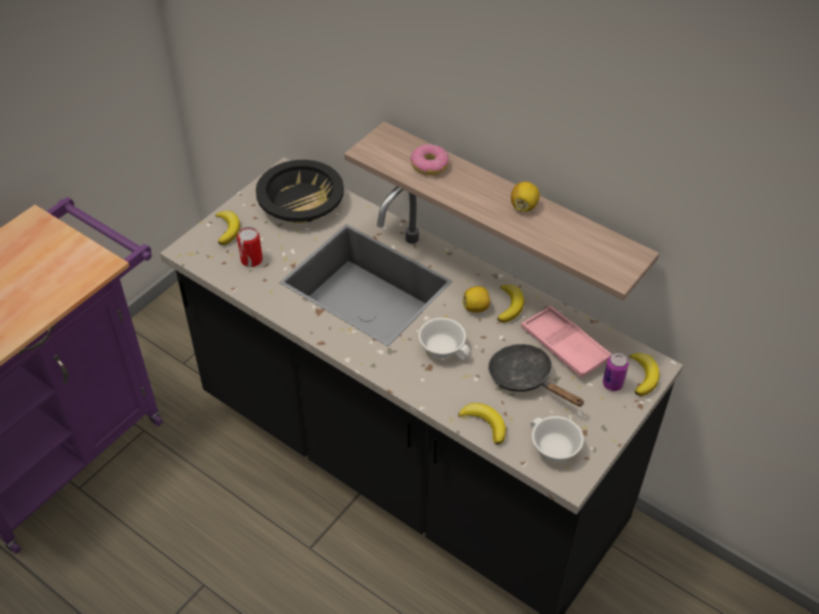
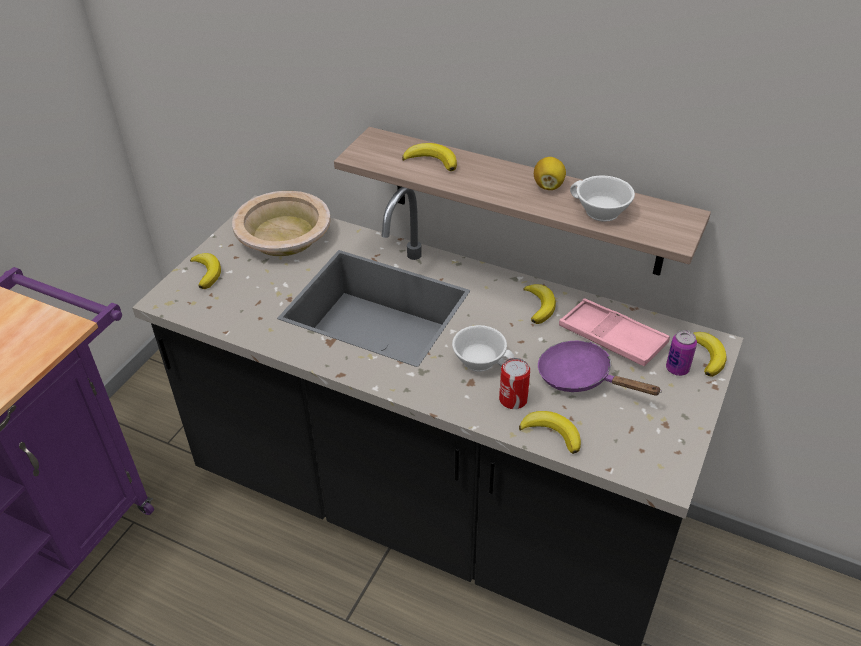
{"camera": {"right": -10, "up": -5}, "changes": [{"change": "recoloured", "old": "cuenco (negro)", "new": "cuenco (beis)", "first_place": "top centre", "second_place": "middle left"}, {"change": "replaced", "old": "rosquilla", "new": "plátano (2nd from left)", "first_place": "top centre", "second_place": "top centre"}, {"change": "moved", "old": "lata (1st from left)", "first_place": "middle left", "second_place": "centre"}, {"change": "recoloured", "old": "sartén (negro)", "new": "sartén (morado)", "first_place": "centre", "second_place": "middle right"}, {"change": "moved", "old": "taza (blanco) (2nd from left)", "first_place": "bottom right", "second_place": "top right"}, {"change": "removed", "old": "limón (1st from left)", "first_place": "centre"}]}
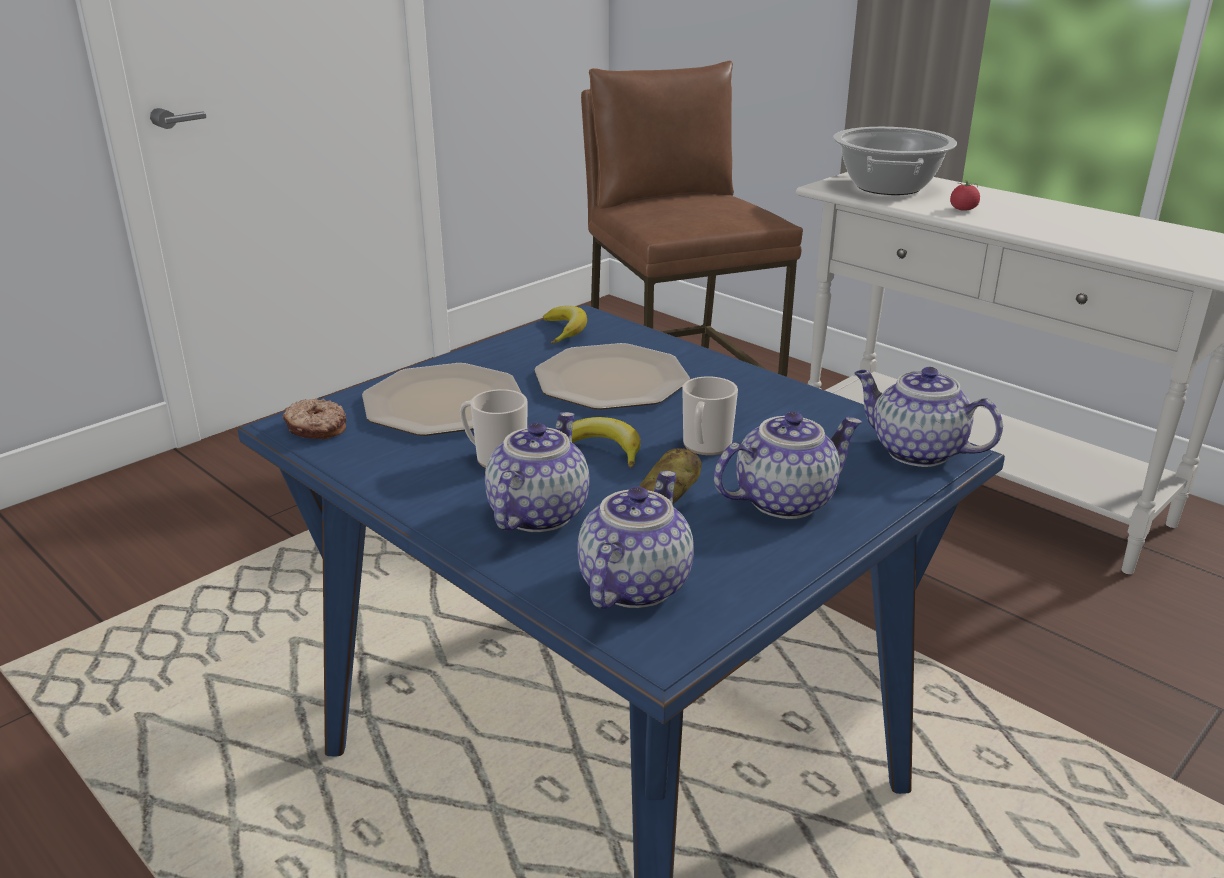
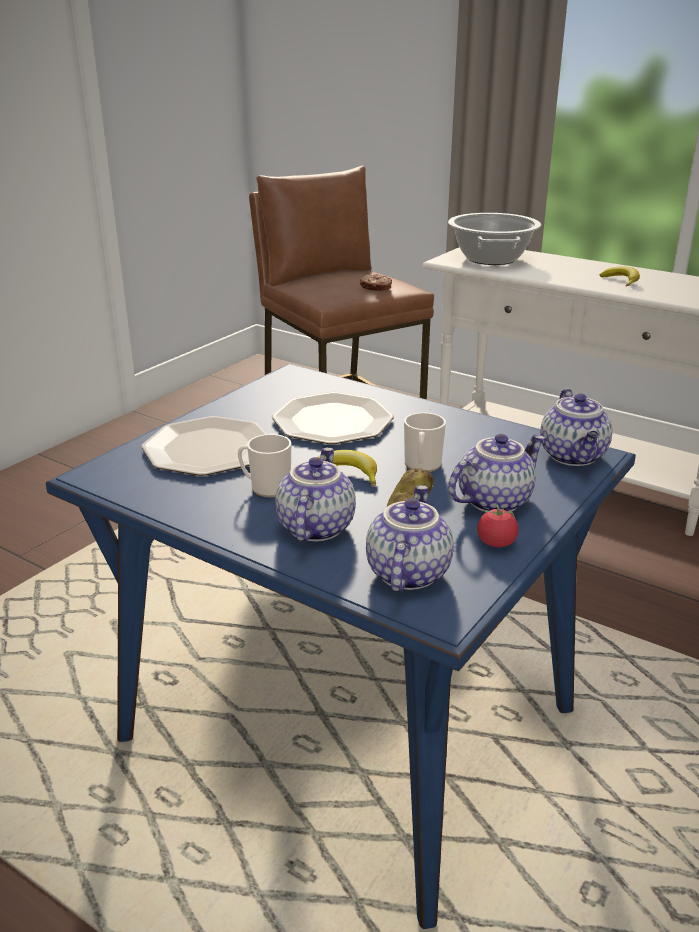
{"camera": {"right": -10, "up": 0}, "changes": [{"change": "moved", "old": "rosquilla", "first_place": "middle left", "second_place": "top centre"}, {"change": "moved", "old": "tomate", "first_place": "top right", "second_place": "middle right"}, {"change": "turned", "old": "tetera (4th from left)", "first_place": "middle right", "second_place": "middle right", "degrees": -120}, {"change": "moved", "old": "plátano (1st from left in the first image)", "new": "plátano (2nd from left)", "first_place": "centre", "second_place": "top right"}]}
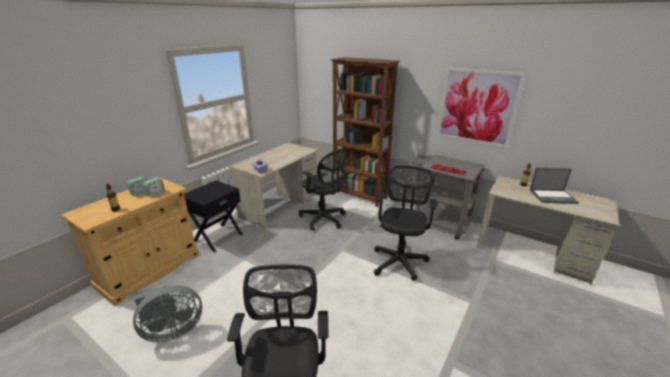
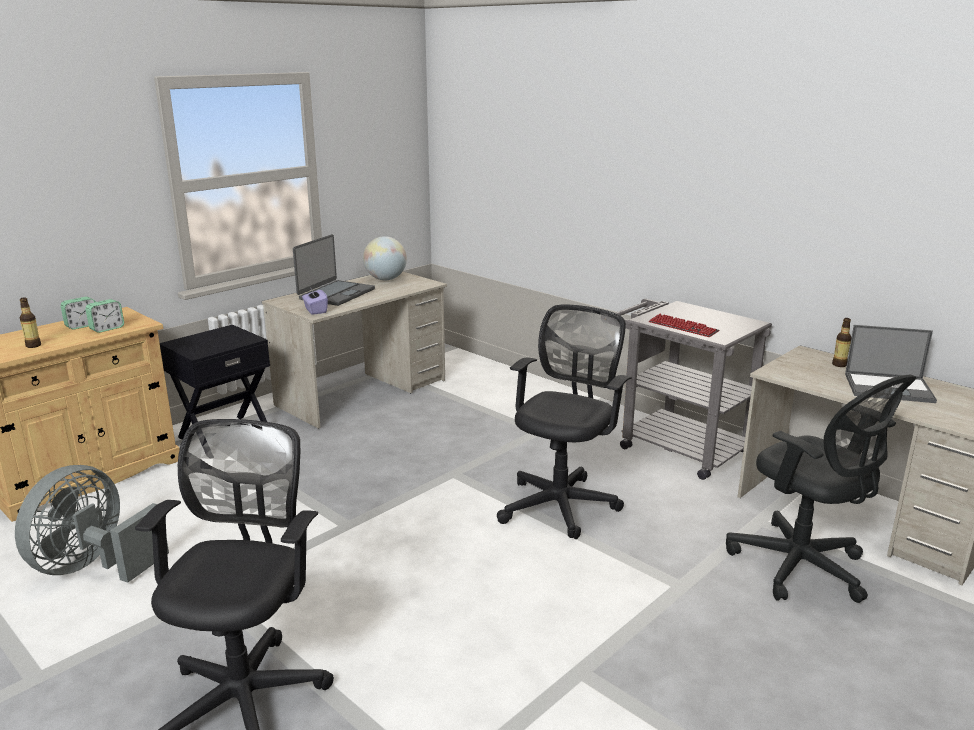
{"camera": {"right": 10, "up": -5}, "changes": [{"change": "turned", "old": "ventilador (gris)", "first_place": "bottom left", "second_place": "bottom left", "degrees": 135}, {"change": "added", "new": "portátil (1st from left)", "second_place": "centre"}, {"change": "added", "new": "globo terráqueo", "second_place": "centre"}, {"change": "moved", "old": "silla de oficina (negro) (2nd from left in the first image)", "new": "silla de oficina (negro) (3rd from left)", "first_place": "centre", "second_place": "bottom right"}, {"change": "removed", "old": "estantería (marrón)", "first_place": "centre"}, {"change": "removed", "old": "cuadro", "first_place": "top right"}]}
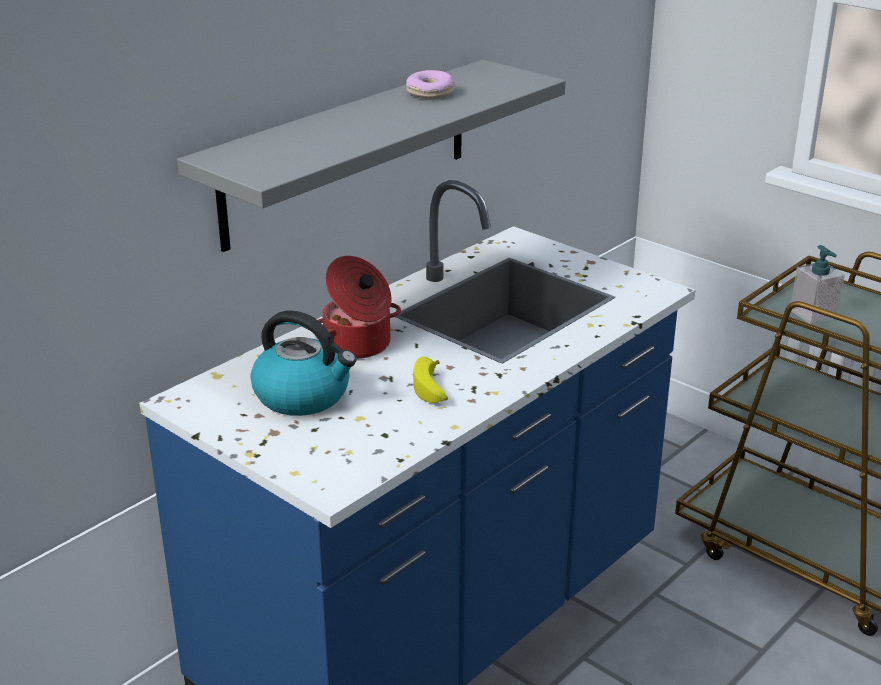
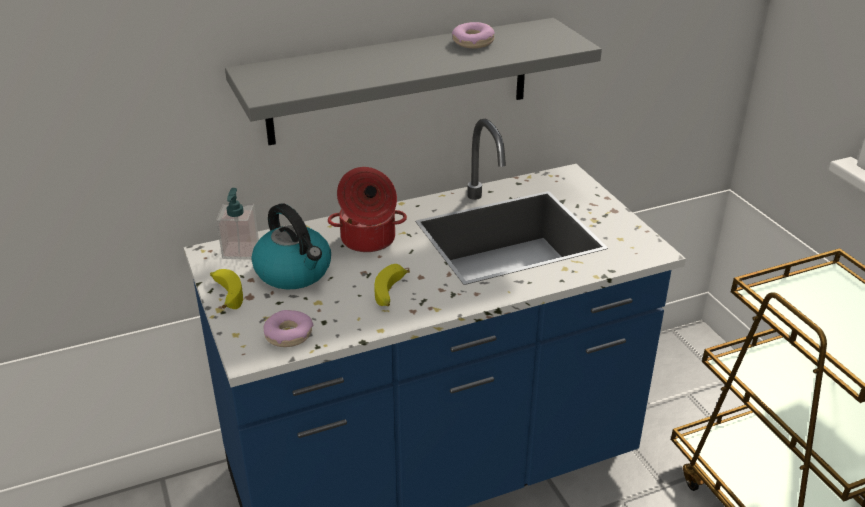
{"camera": {"right": 25, "up": 5}, "changes": [{"change": "added", "new": "plátano (1st from left)", "second_place": "middle left"}, {"change": "moved", "old": "dispensador de jabón", "first_place": "middle right", "second_place": "middle left"}, {"change": "added", "new": "rosquilla (1st from left)", "second_place": "middle left"}]}
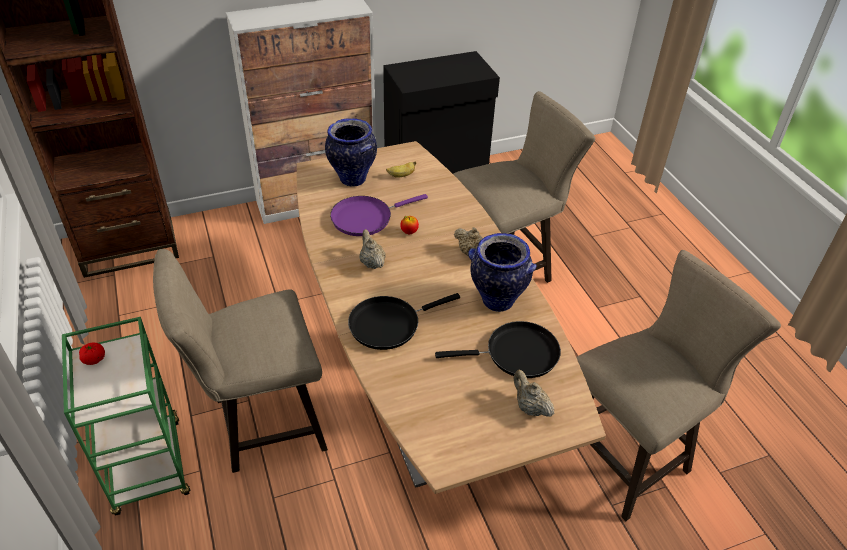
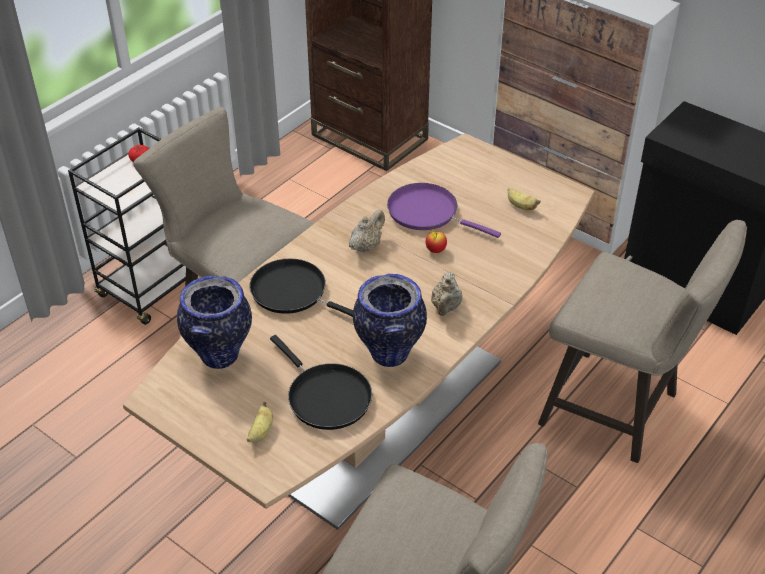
{"camera": {"right": 60, "up": 0}, "changes": [{"change": "recoloured", "old": "carrito (verde)", "new": "carrito (negro)", "first_place": "bottom left", "second_place": "middle left"}, {"change": "moved", "old": "florero (1st from left)", "first_place": "top centre", "second_place": "middle left"}, {"change": "replaced", "old": "tetera (beis) (3rd from left)", "new": "plátano (1st from left)", "first_place": "bottom centre", "second_place": "bottom centre"}]}
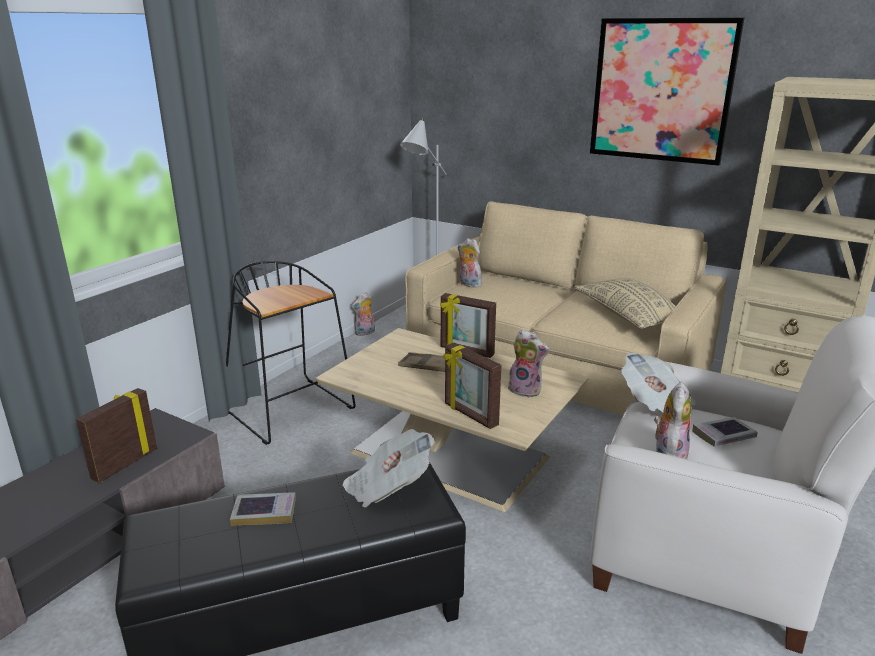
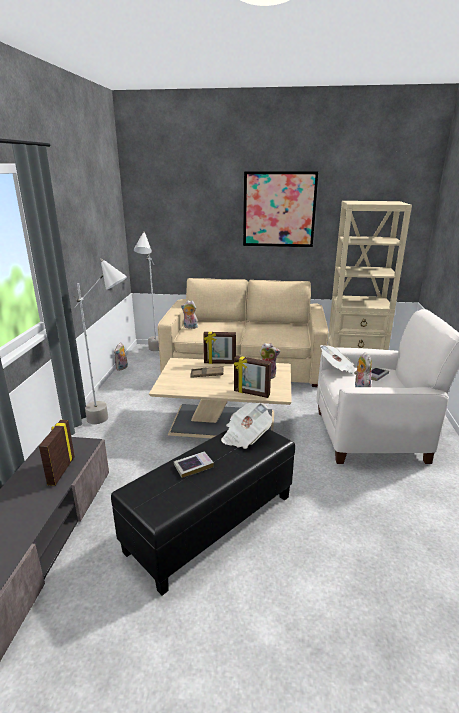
{"camera": {"right": -25, "up": 0}, "changes": [{"change": "replaced", "old": "taburete (negro)", "new": "lámpara de pie (gris) (1st from left)", "first_place": "middle left", "second_place": "middle left"}, {"change": "removed", "old": "cojín (beis)", "first_place": "middle right"}]}
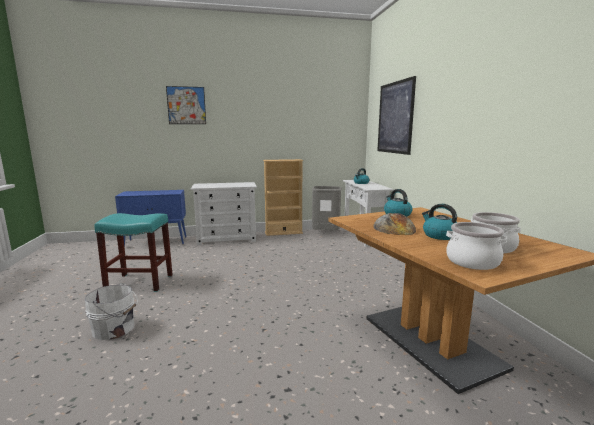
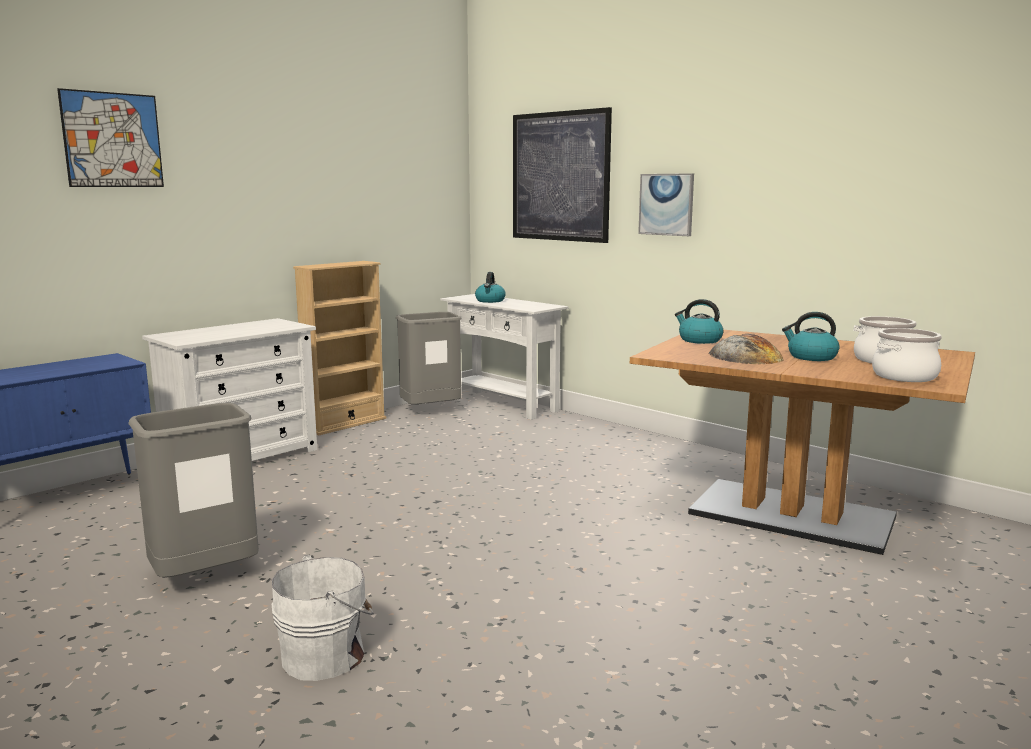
{"camera": {"right": -35, "up": 0}, "changes": [{"change": "replaced", "old": "taburete (turquesa)", "new": "papelera (gris) (1st from left)", "first_place": "middle left", "second_place": "middle left"}, {"change": "added", "new": "cuadro (3rd from left)", "second_place": "top centre"}]}
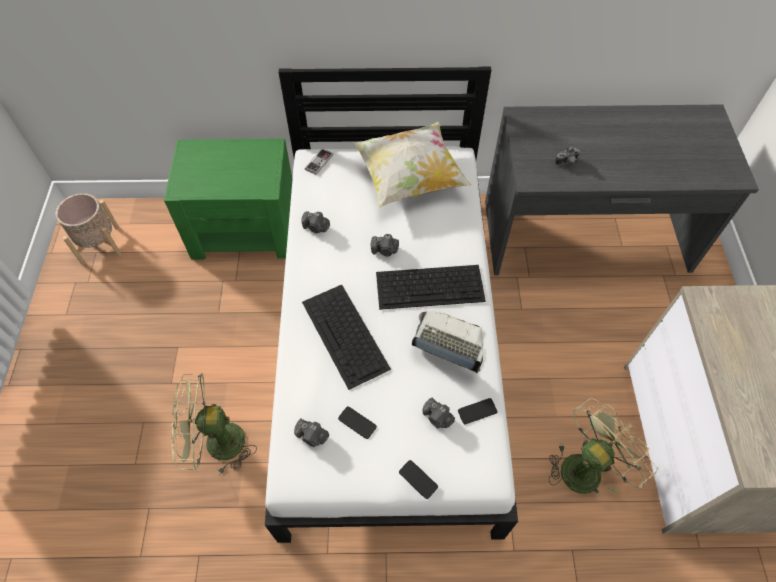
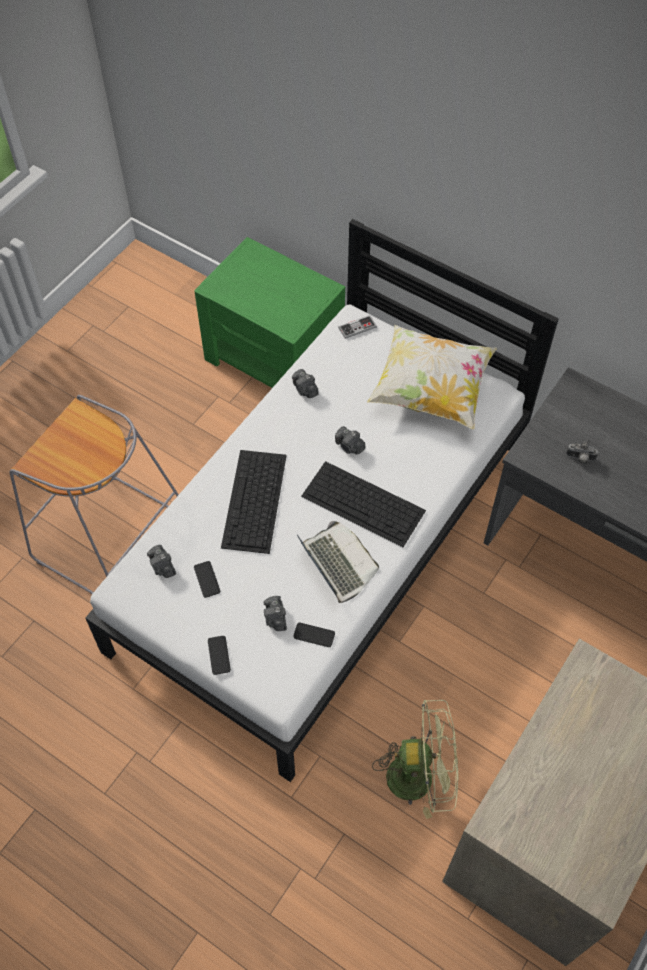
{"camera": {"right": 35, "up": 0}, "changes": [{"change": "replaced", "old": "ventilador (verde) (1st from left)", "new": "taburete (gris)", "first_place": "bottom left", "second_place": "middle left"}, {"change": "removed", "old": "maceta (beis)", "first_place": "middle left"}]}
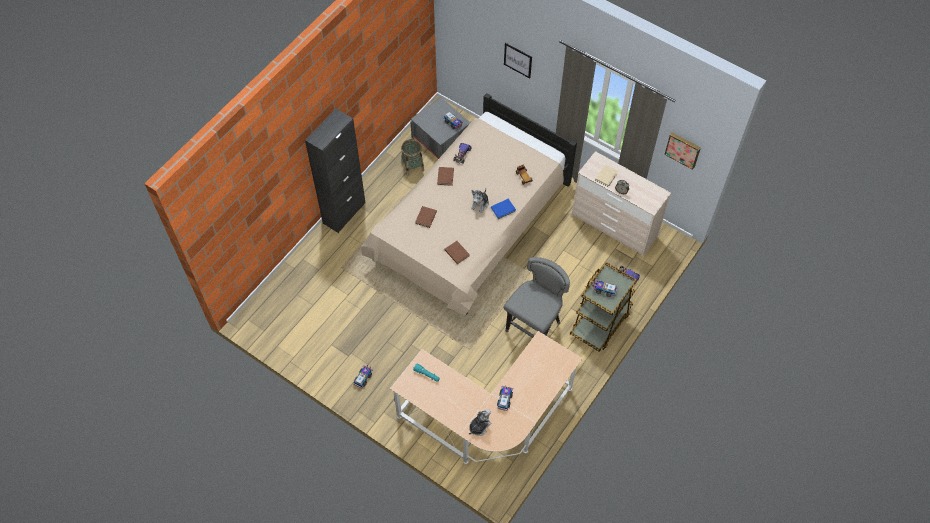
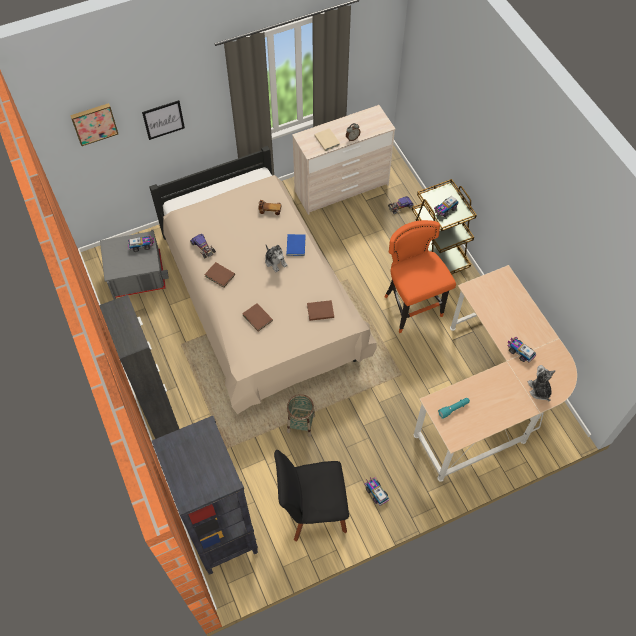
{"camera": {"right": -60, "up": 0}, "changes": [{"change": "moved", "old": "cuadro (2nd from left in the first image)", "new": "cuadro (1st from left)", "first_place": "top right", "second_place": "top left"}, {"change": "added", "new": "estantería (negro)", "second_place": "bottom left"}, {"change": "added", "new": "silla (negro)", "second_place": "bottom centre"}, {"change": "moved", "old": "cesta", "first_place": "top centre", "second_place": "centre"}, {"change": "recoloured", "old": "taburete (gris)", "new": "taburete (naranja)", "first_place": "centre", "second_place": "centre"}]}
